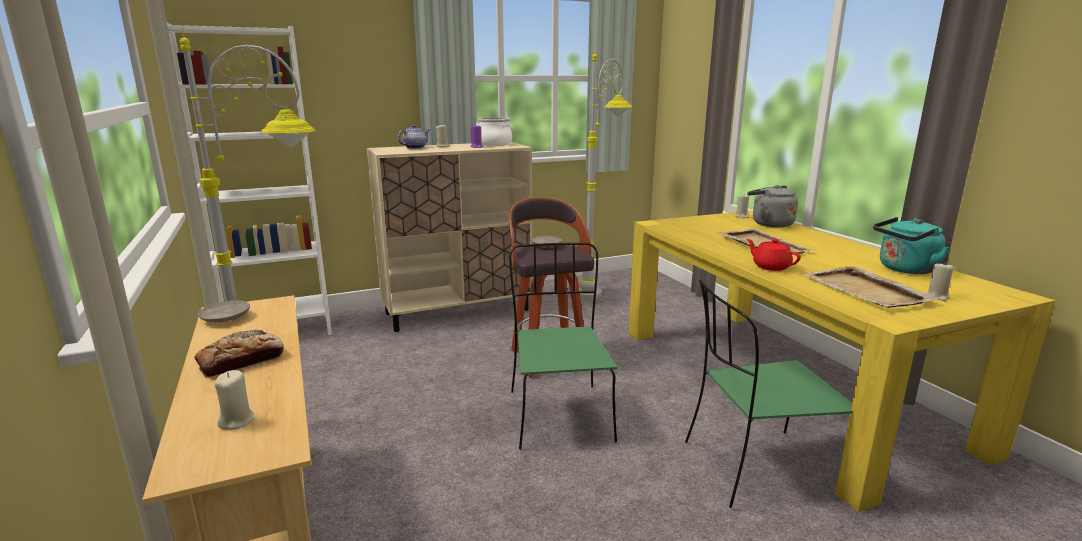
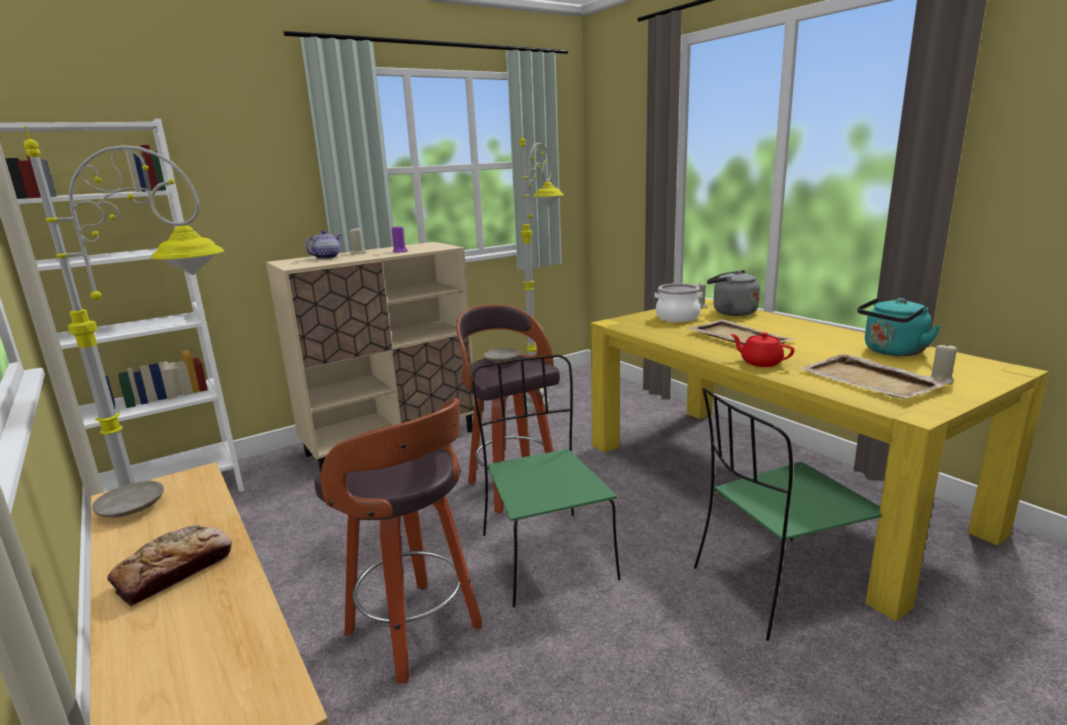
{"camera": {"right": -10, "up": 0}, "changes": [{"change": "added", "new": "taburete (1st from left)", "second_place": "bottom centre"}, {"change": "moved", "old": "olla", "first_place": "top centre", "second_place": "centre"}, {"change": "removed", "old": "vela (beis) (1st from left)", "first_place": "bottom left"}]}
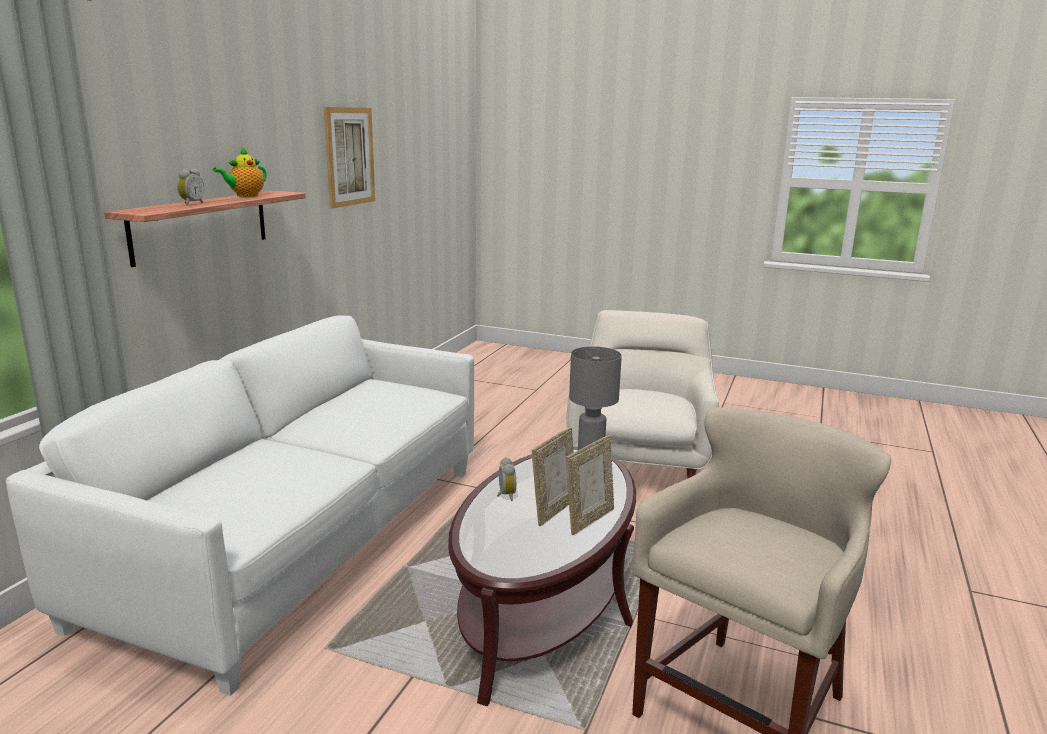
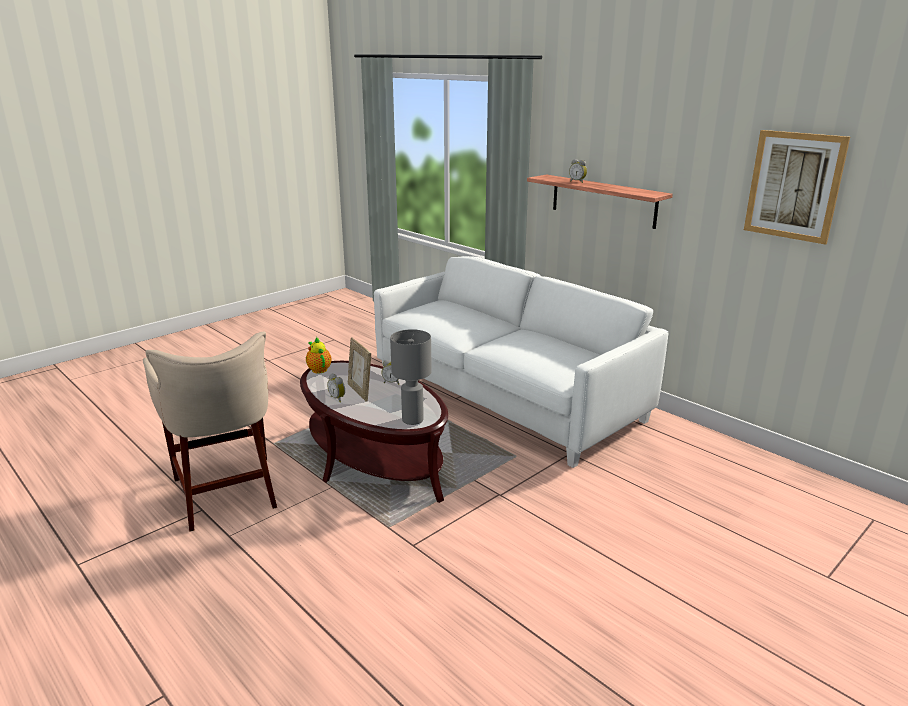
{"camera": {"right": 115, "up": 5}, "changes": [{"change": "moved", "old": "tetera", "first_place": "top left", "second_place": "centre"}, {"change": "replaced", "old": "portarretratos (2nd from left)", "new": "despertador (1st from left)", "first_place": "centre", "second_place": "centre"}, {"change": "removed", "old": "sillón (blanco)", "first_place": "centre"}]}
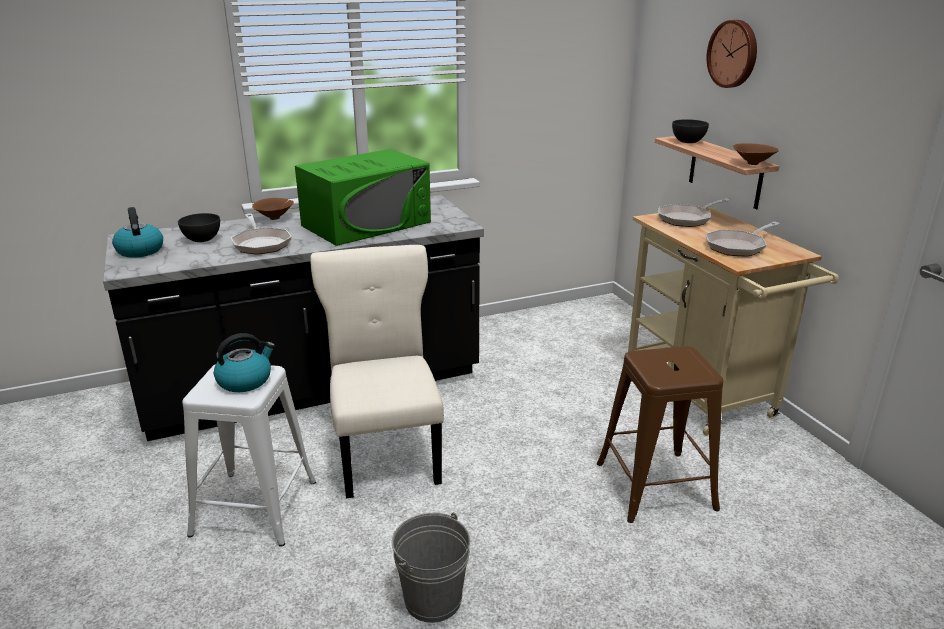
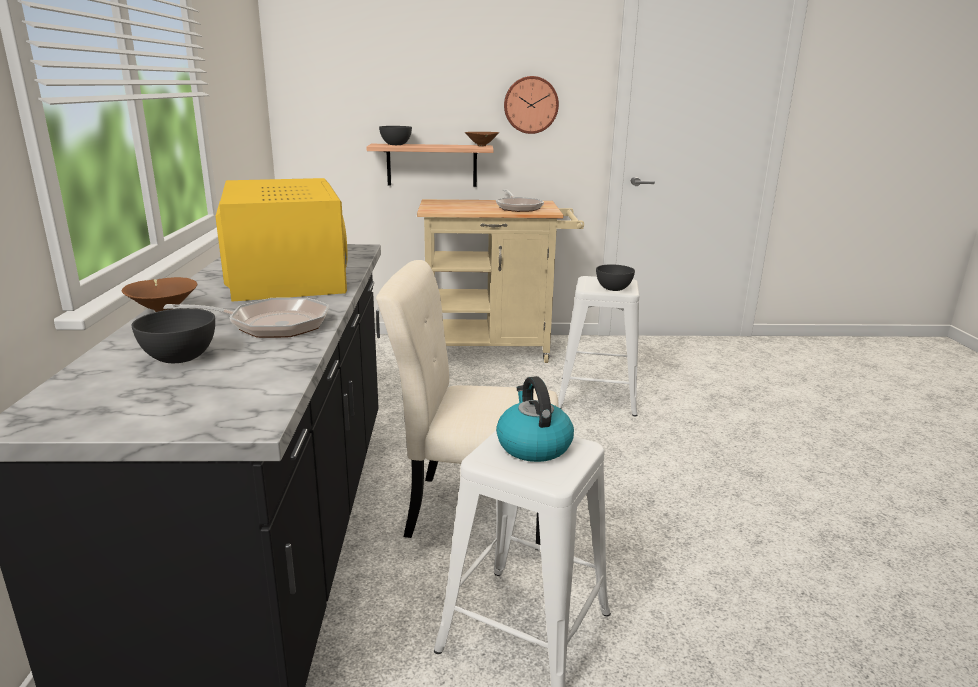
{"camera": {"right": -70, "up": -5}, "changes": [{"change": "recoloured", "old": "microondas (verde)", "new": "microondas (amarillo)", "first_place": "top centre", "second_place": "middle left"}, {"change": "moved", "old": "reloj de pared", "first_place": "top right", "second_place": "top centre"}, {"change": "recoloured", "old": "taburete (marrón)", "new": "taburete (blanco) (2nd from left)", "first_place": "bottom right", "second_place": "centre"}, {"change": "added", "new": "cuenco (gris) (3rd from left)", "second_place": "centre"}, {"change": "removed", "old": "hervidor (1st from left)", "first_place": "middle left"}, {"change": "removed", "old": "cubo (gris)", "first_place": "bottom centre"}, {"change": "removed", "old": "sartén (2nd from left)", "first_place": "middle right"}]}
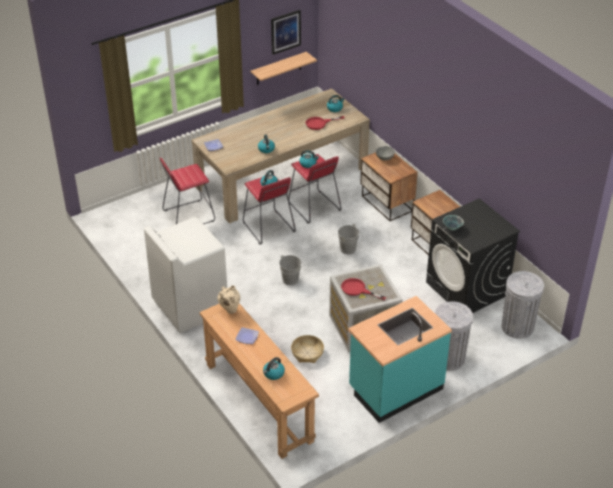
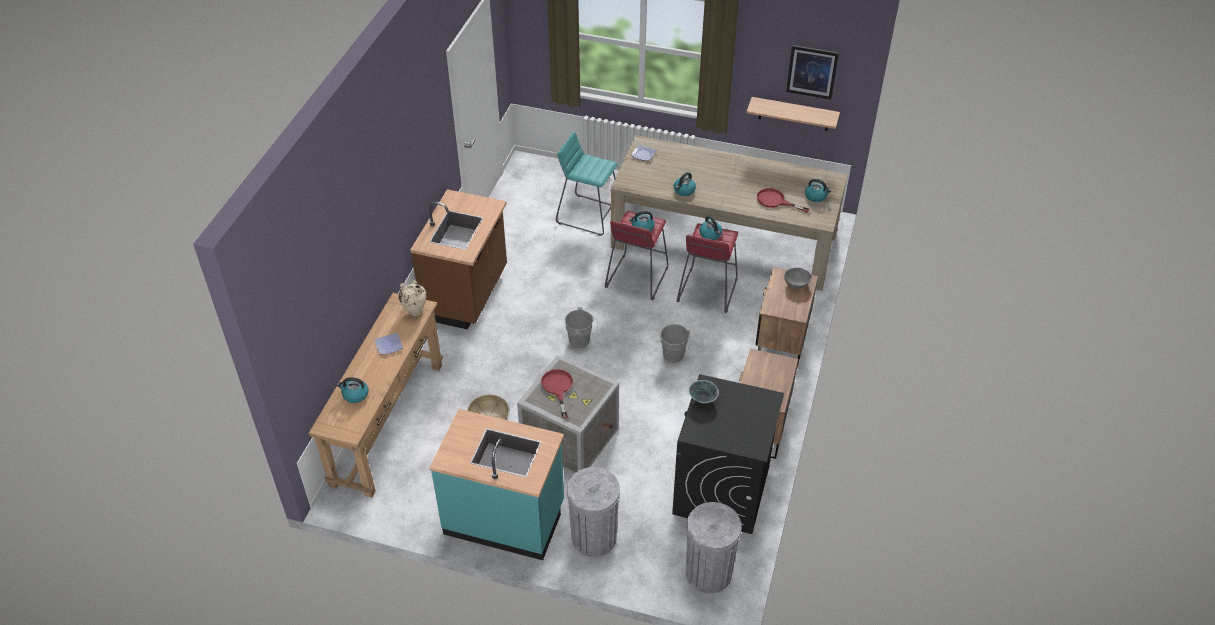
{"camera": {"right": 50, "up": 5}, "changes": [{"change": "replaced", "old": "lavadora (blanco)", "new": "mueble bajo de cocina (marrón)", "first_place": "middle left", "second_place": "centre"}, {"change": "recoloured", "old": "taburete (rojo) (1st from left)", "new": "taburete (turquesa)", "first_place": "middle left", "second_place": "top centre"}]}
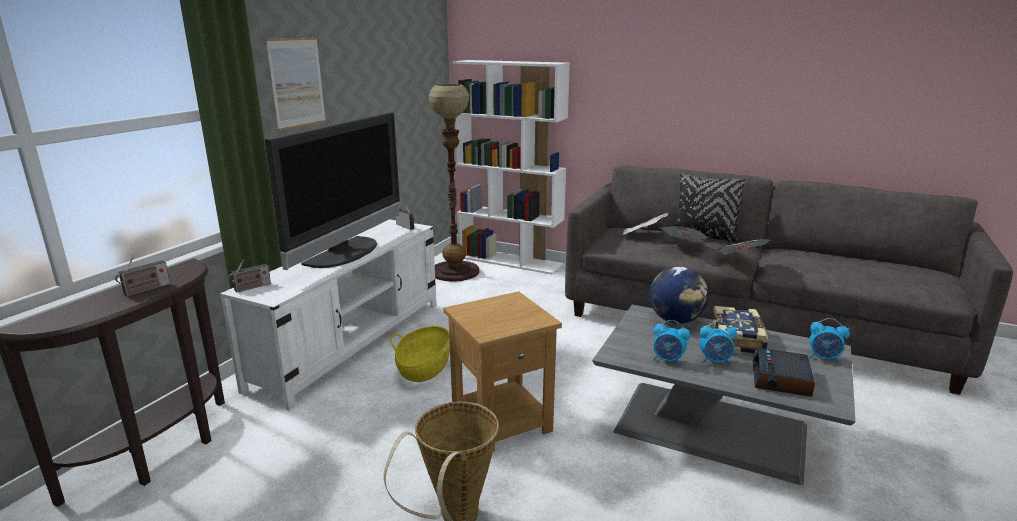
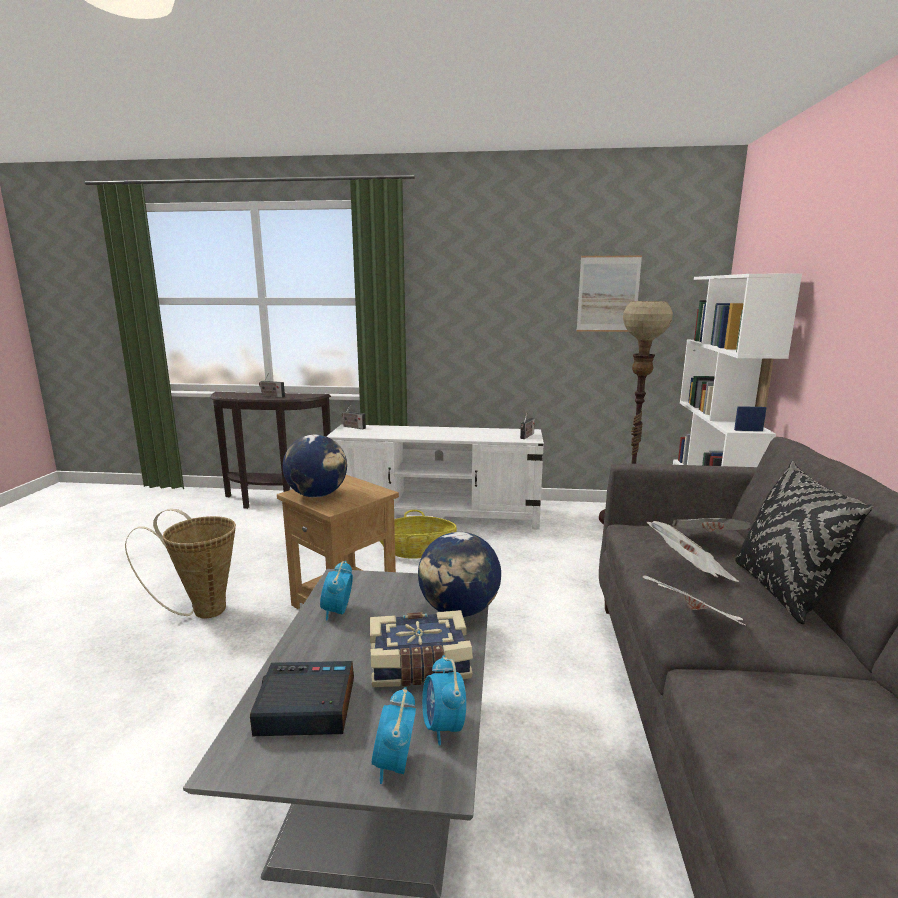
{"camera": {"right": 70, "up": -5}, "changes": [{"change": "added", "new": "globo terráqueo (1st from left)", "second_place": "centre"}, {"change": "moved", "old": "despertador (2nd from left in the first image)", "new": "despertador (4th from left)", "first_place": "middle right", "second_place": "bottom centre"}, {"change": "moved", "old": "cuadro", "first_place": "top left", "second_place": "top right"}, {"change": "removed", "old": "televisor", "first_place": "middle left"}]}
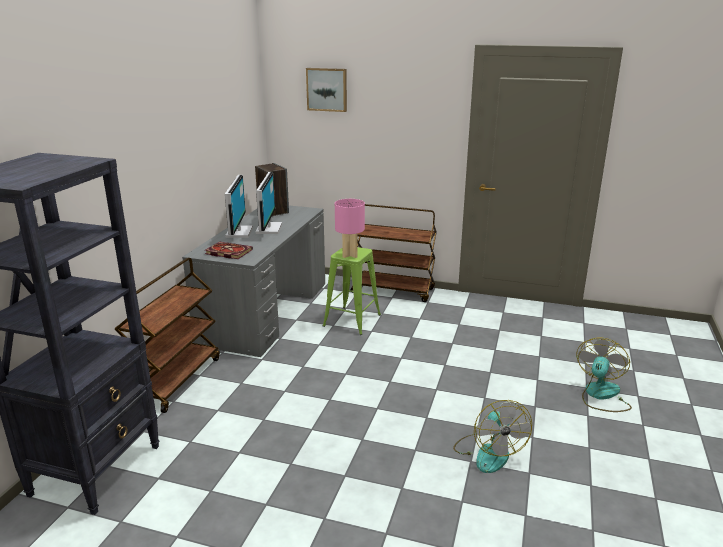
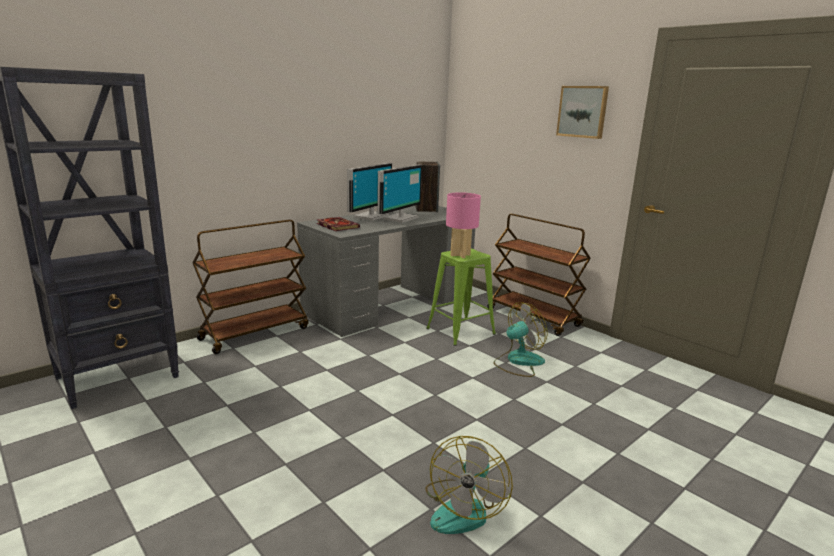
{"camera": {"right": 30, "up": -5}, "changes": [{"change": "moved", "old": "ventilador (2nd from left)", "first_place": "bottom right", "second_place": "centre"}, {"change": "moved", "old": "cuadro", "first_place": "top centre", "second_place": "top right"}]}
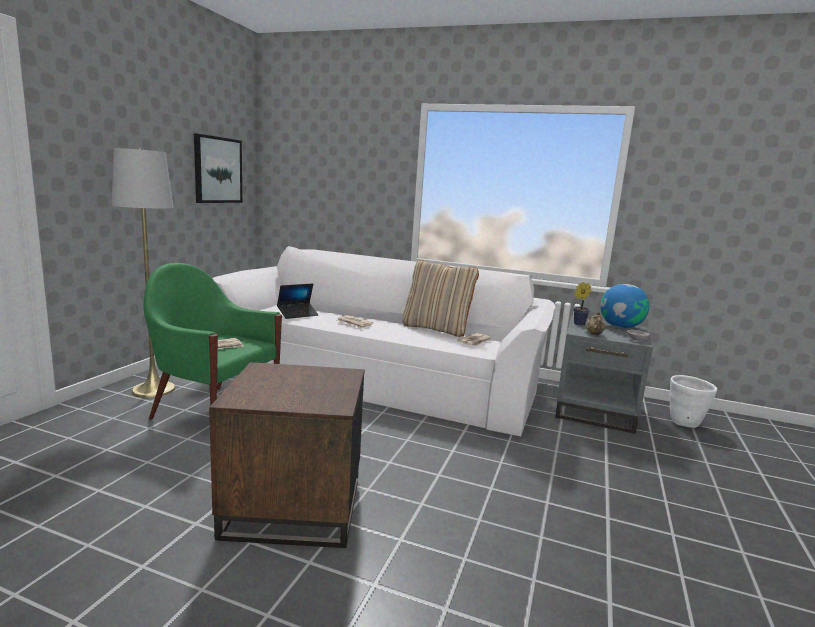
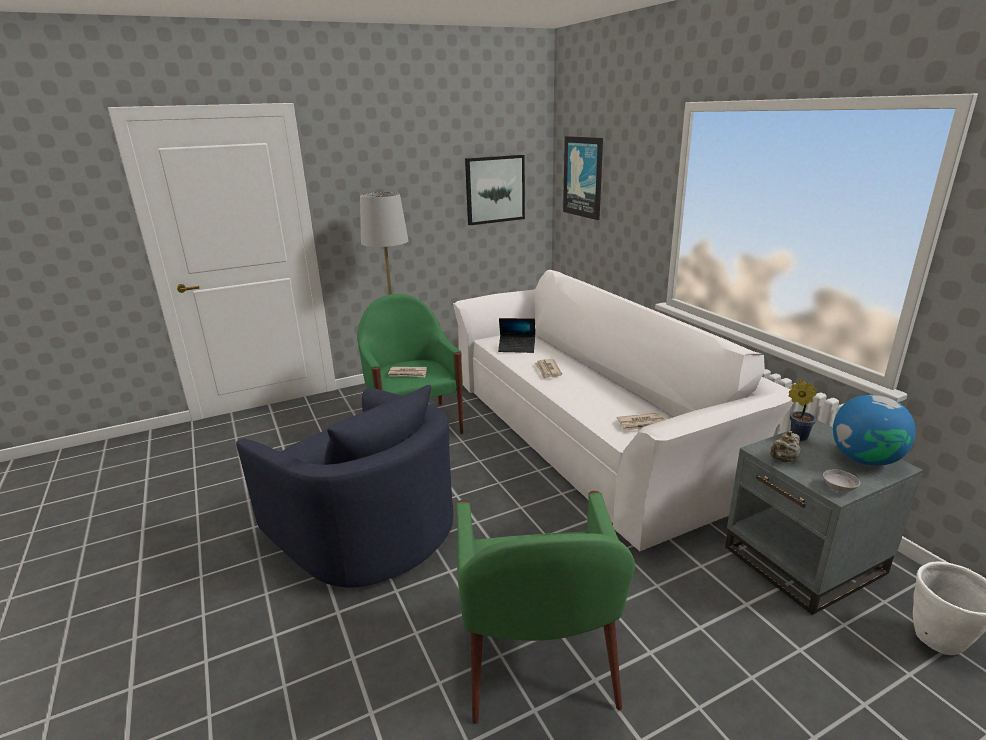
{"camera": {"right": 45, "up": 10}, "changes": [{"change": "replaced", "old": "mesa auxiliar (marrón)", "new": "sillón (azul)", "first_place": "bottom centre", "second_place": "centre"}, {"change": "added", "new": "sillón (verde) (2nd from left)", "second_place": "bottom centre"}, {"change": "added", "new": "cuadro (2nd from left)", "second_place": "top centre"}, {"change": "removed", "old": "cojín (beis)", "first_place": "centre"}]}
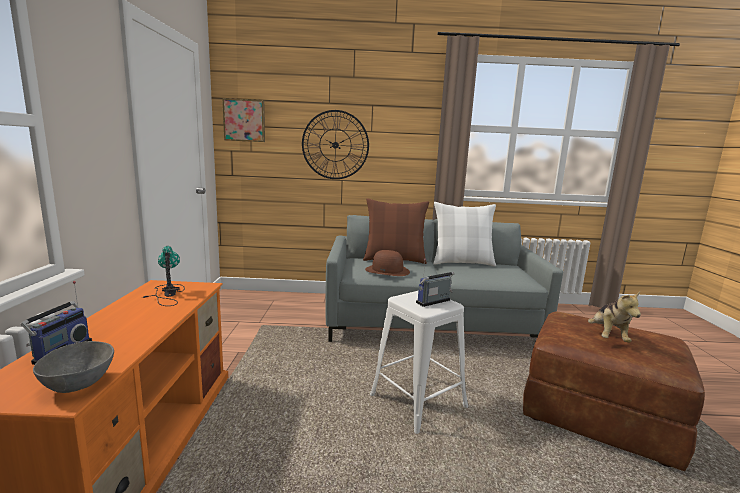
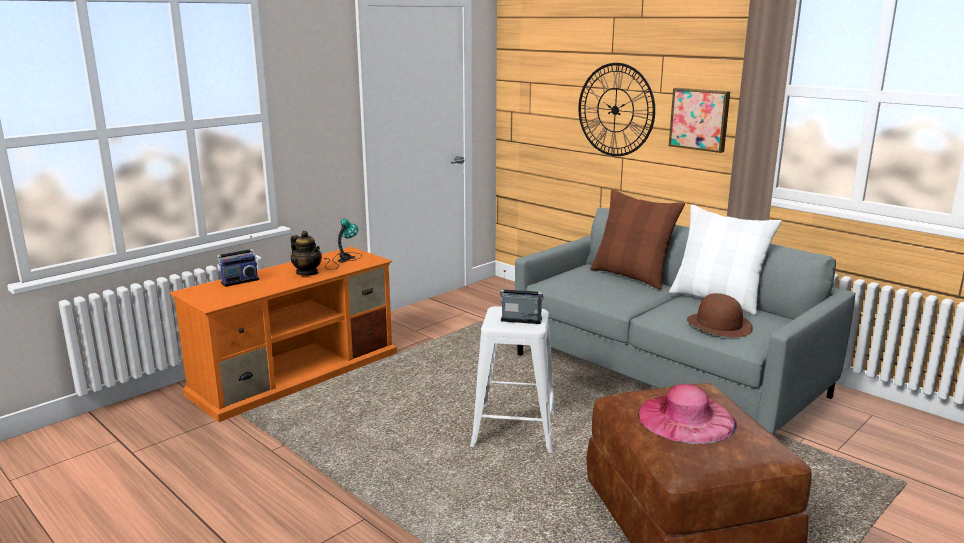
{"camera": {"right": 45, "up": 5}, "changes": [{"change": "added", "new": "tetera", "second_place": "middle left"}, {"change": "replaced", "old": "peluche", "new": "sombrero (rosa)", "first_place": "middle right", "second_place": "bottom right"}, {"change": "moved", "old": "cuadro", "first_place": "top left", "second_place": "top right"}, {"change": "moved", "old": "sombrero (marrón)", "first_place": "centre", "second_place": "middle right"}, {"change": "removed", "old": "cuenco (gris)", "first_place": "bottom left"}]}
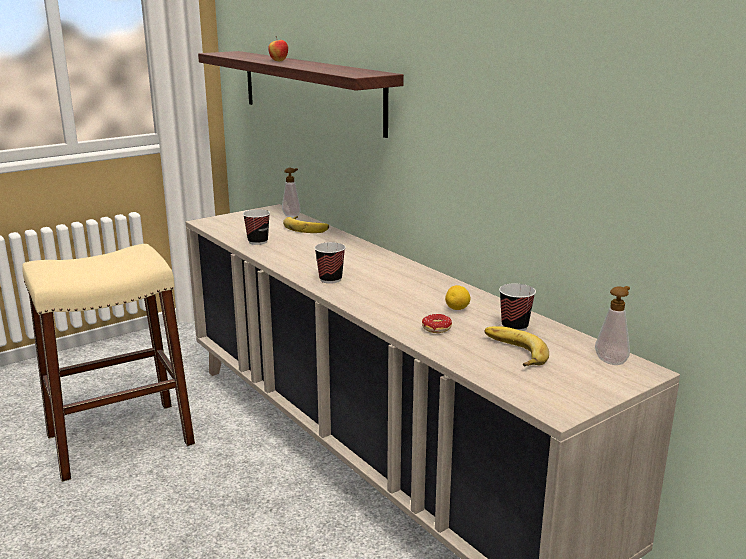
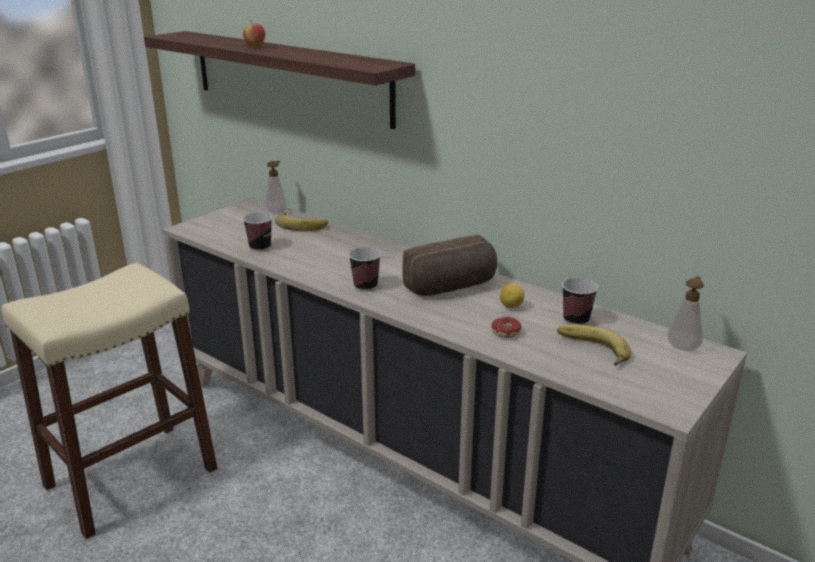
{"camera": {"right": -15, "up": 5}, "changes": [{"change": "added", "new": "pan", "second_place": "centre"}]}
